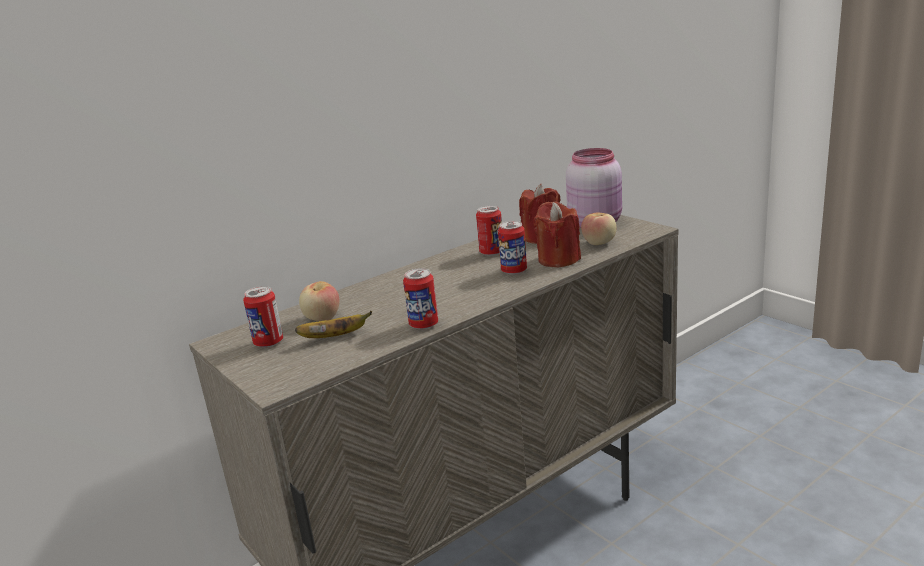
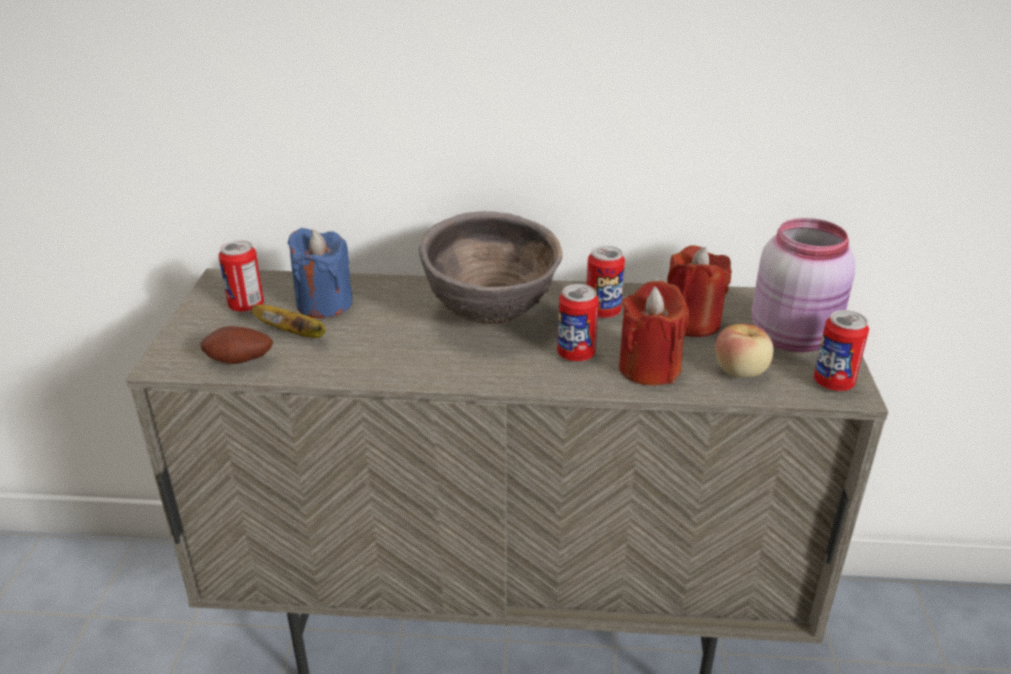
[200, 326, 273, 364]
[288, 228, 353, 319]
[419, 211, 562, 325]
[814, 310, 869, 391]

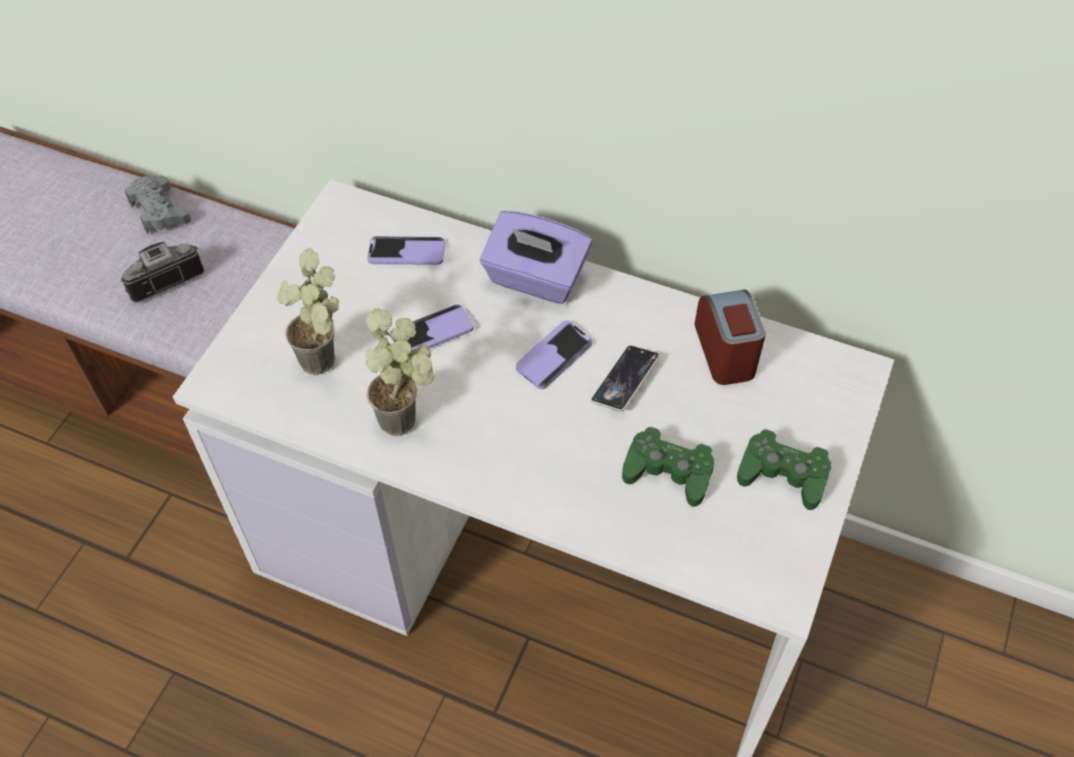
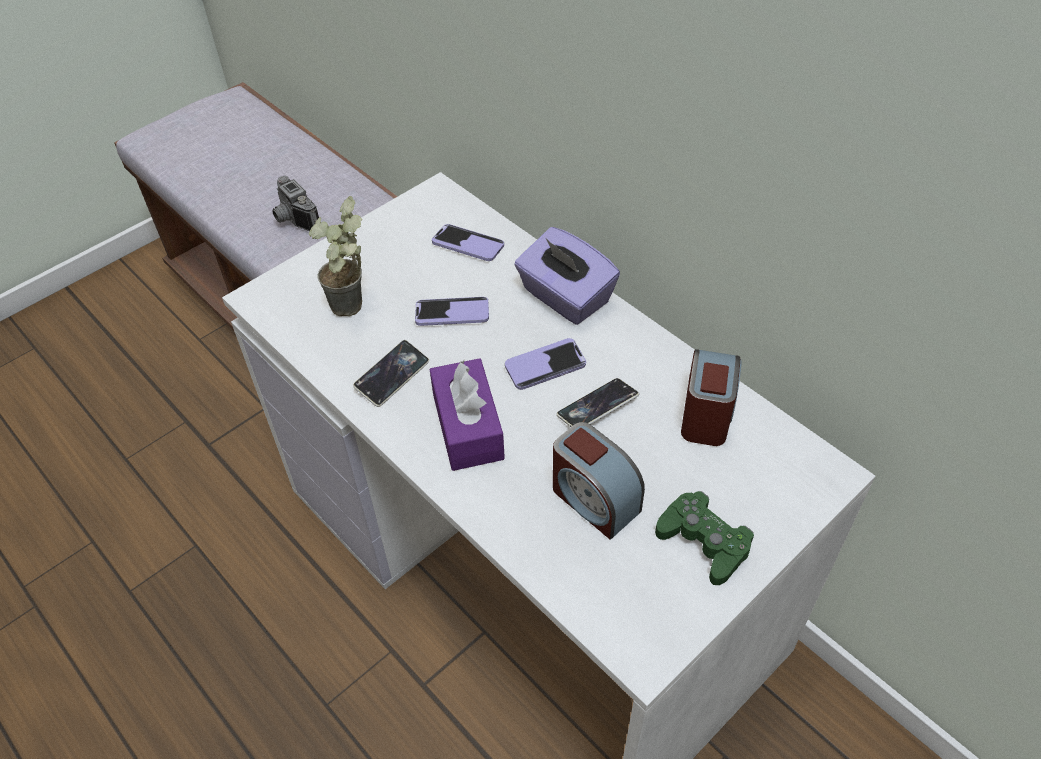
[272, 176, 319, 231]
[353, 340, 429, 407]
[430, 358, 505, 471]
[553, 422, 645, 540]
[125, 176, 191, 234] (first image)

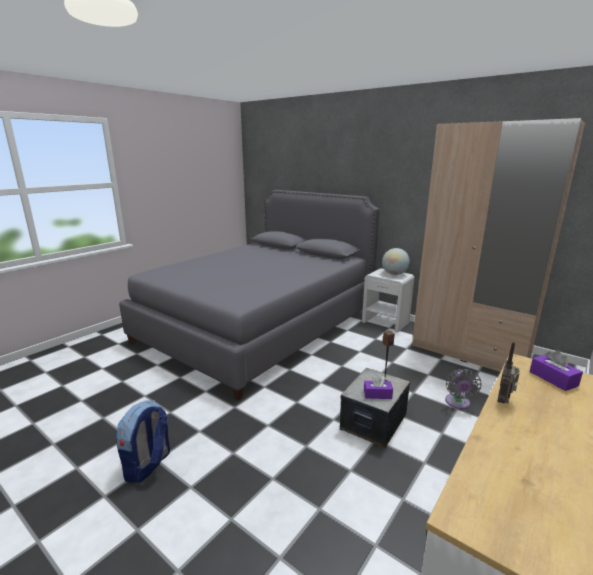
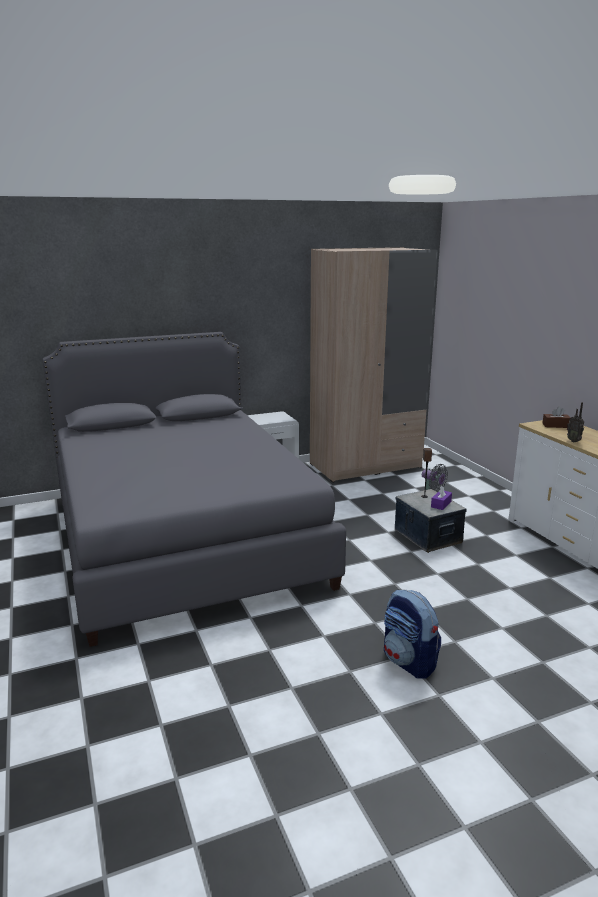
[542, 407, 570, 428]
[382, 248, 410, 275] (first image)

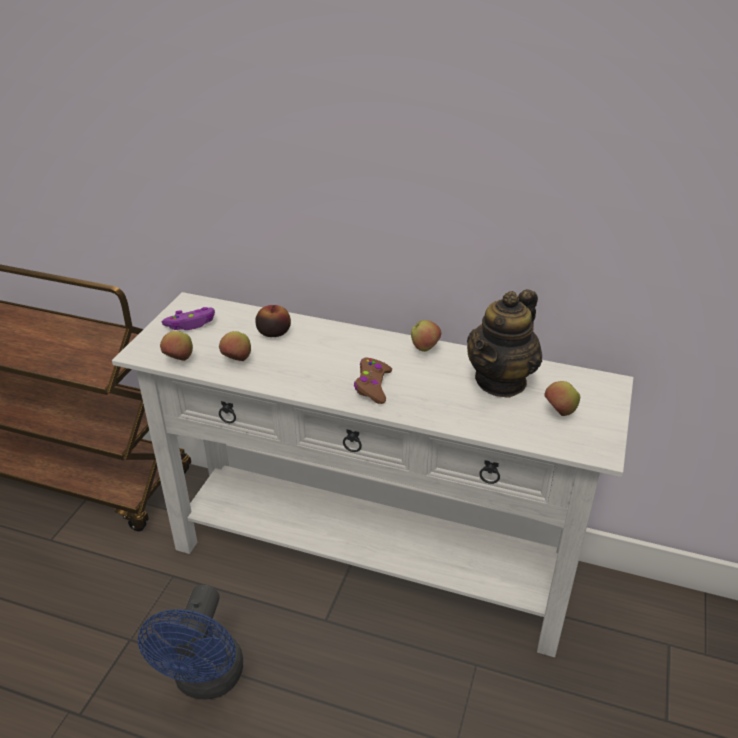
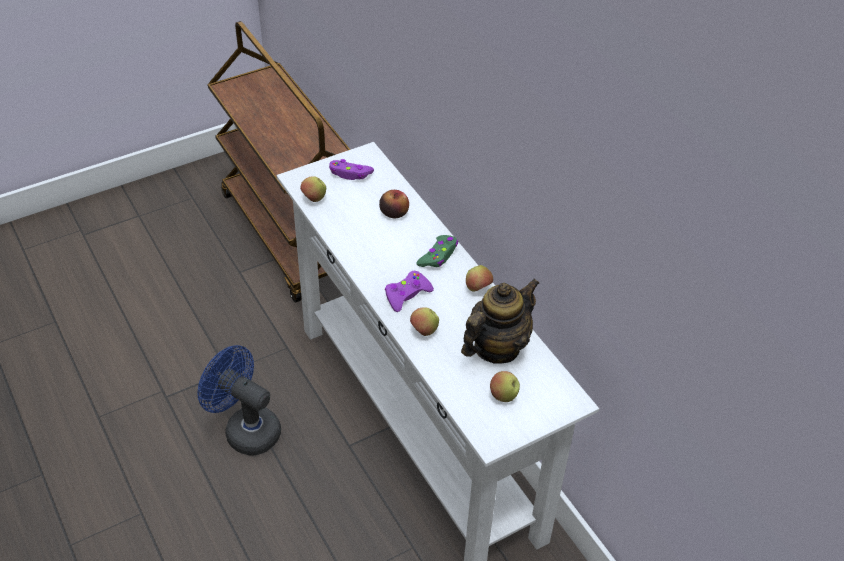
[197, 345, 281, 456]
[385, 271, 434, 312]
[410, 307, 439, 336]
[417, 235, 458, 267]
[461, 279, 539, 364]

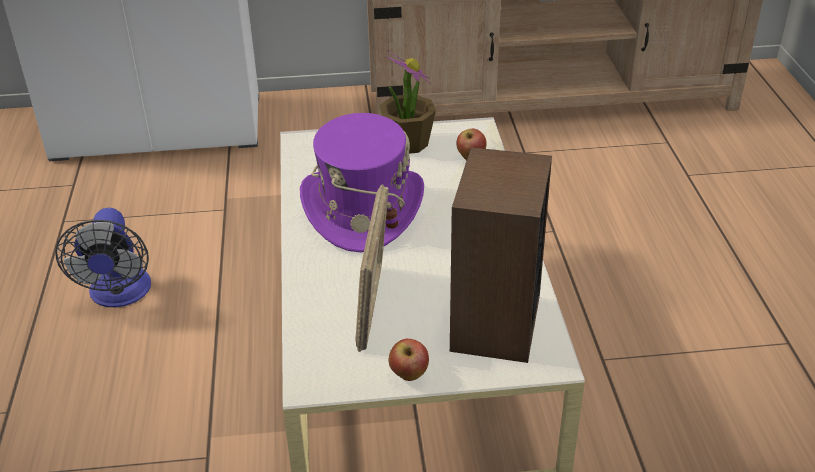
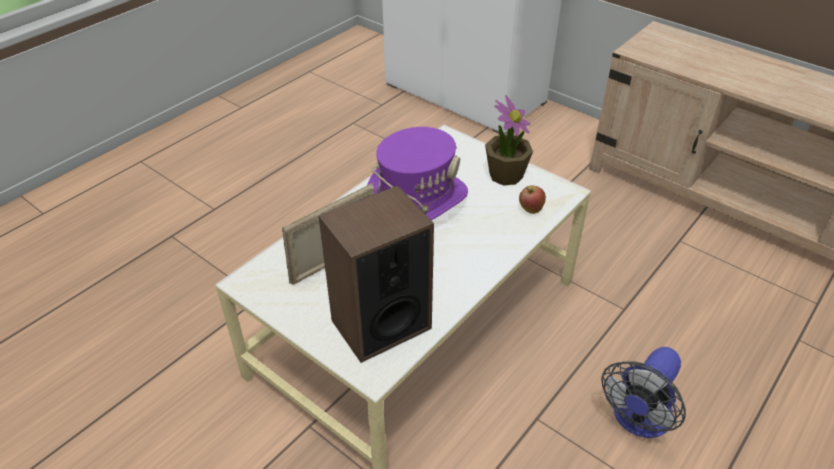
[601, 347, 686, 438]
[388, 339, 429, 381] (first image)

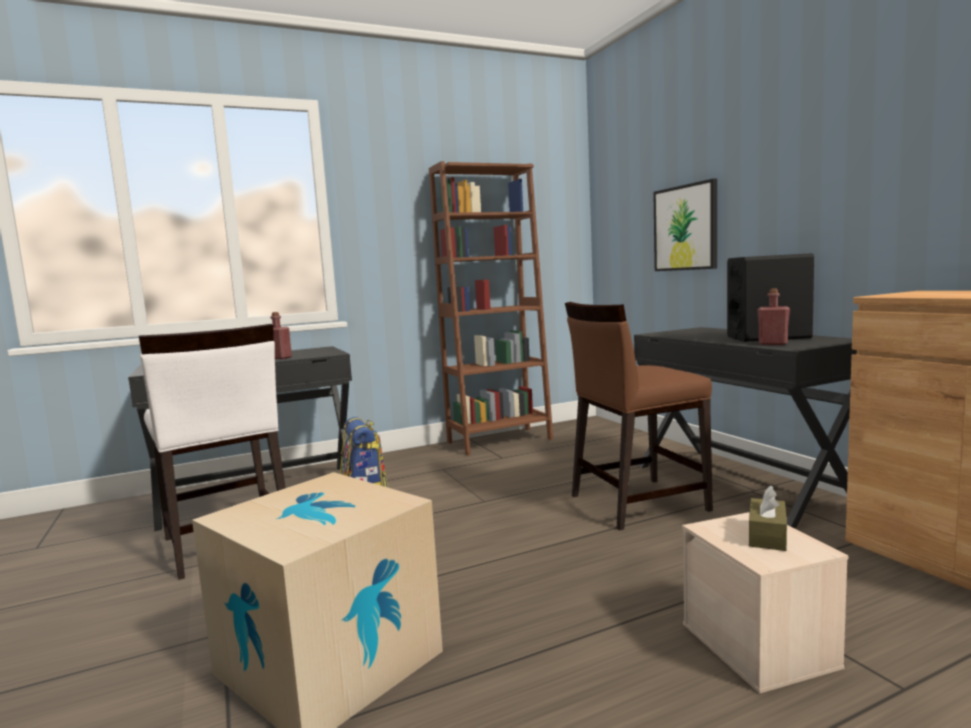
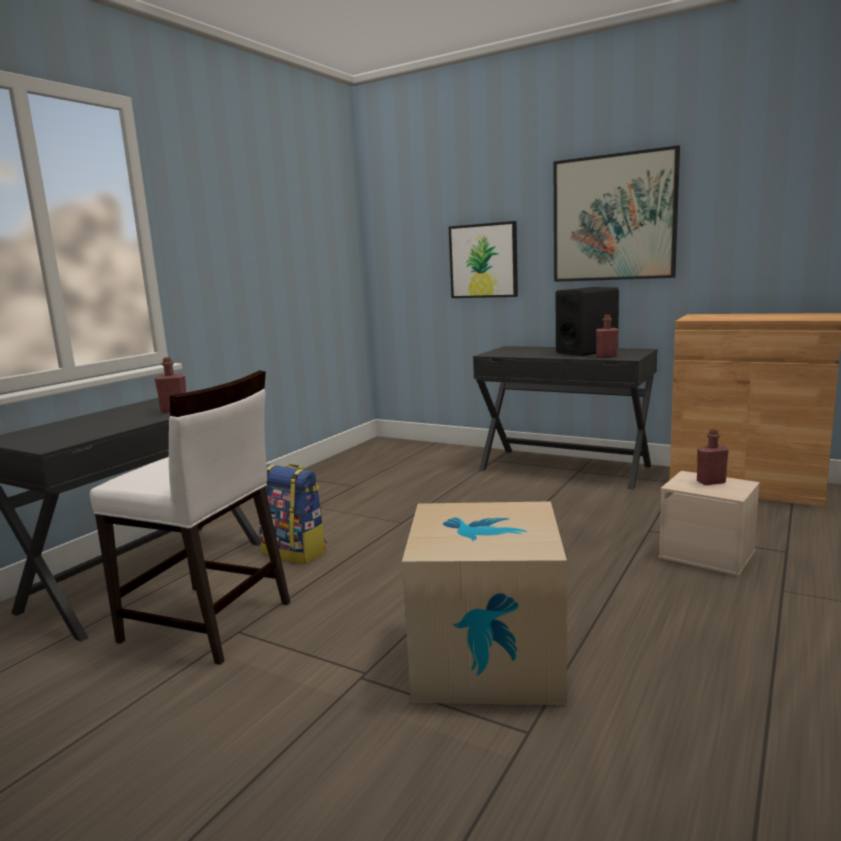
[553, 145, 680, 282]
[697, 429, 729, 485]
[429, 161, 553, 455] (first image)
[565, 302, 713, 530] (first image)

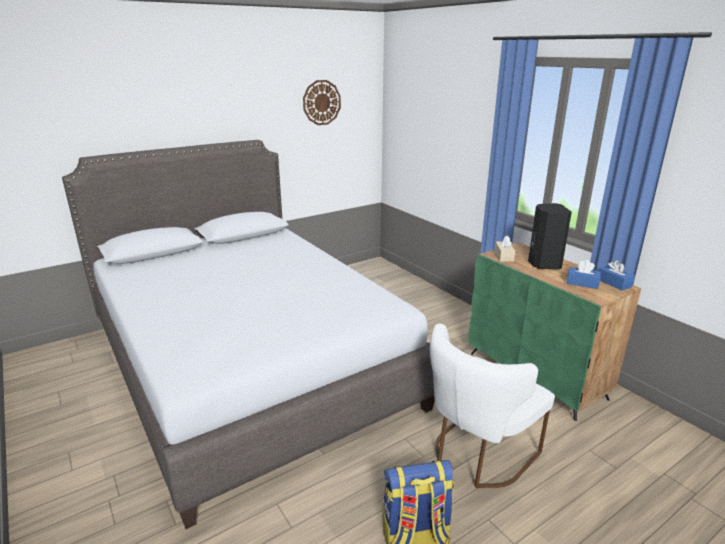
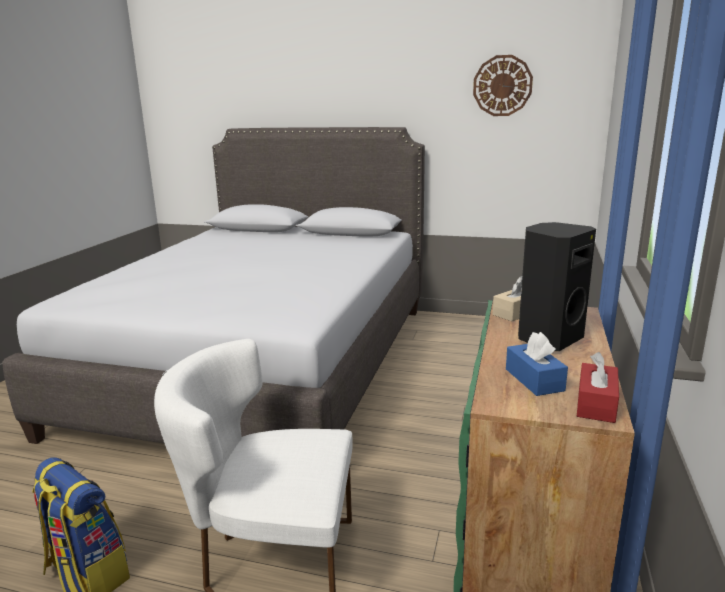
[577, 352, 619, 423]

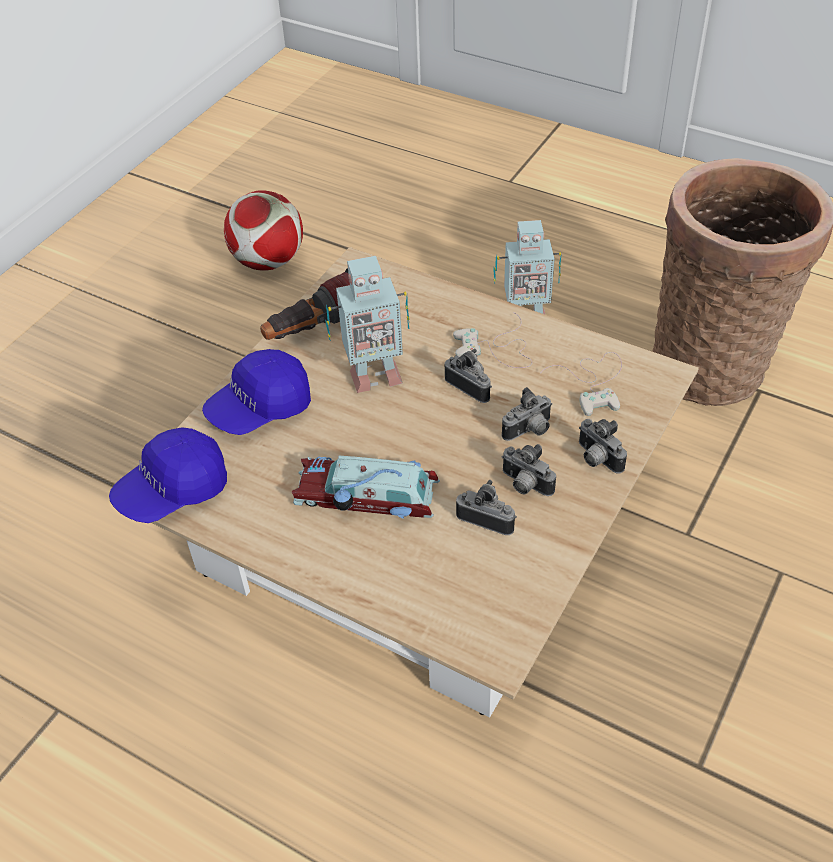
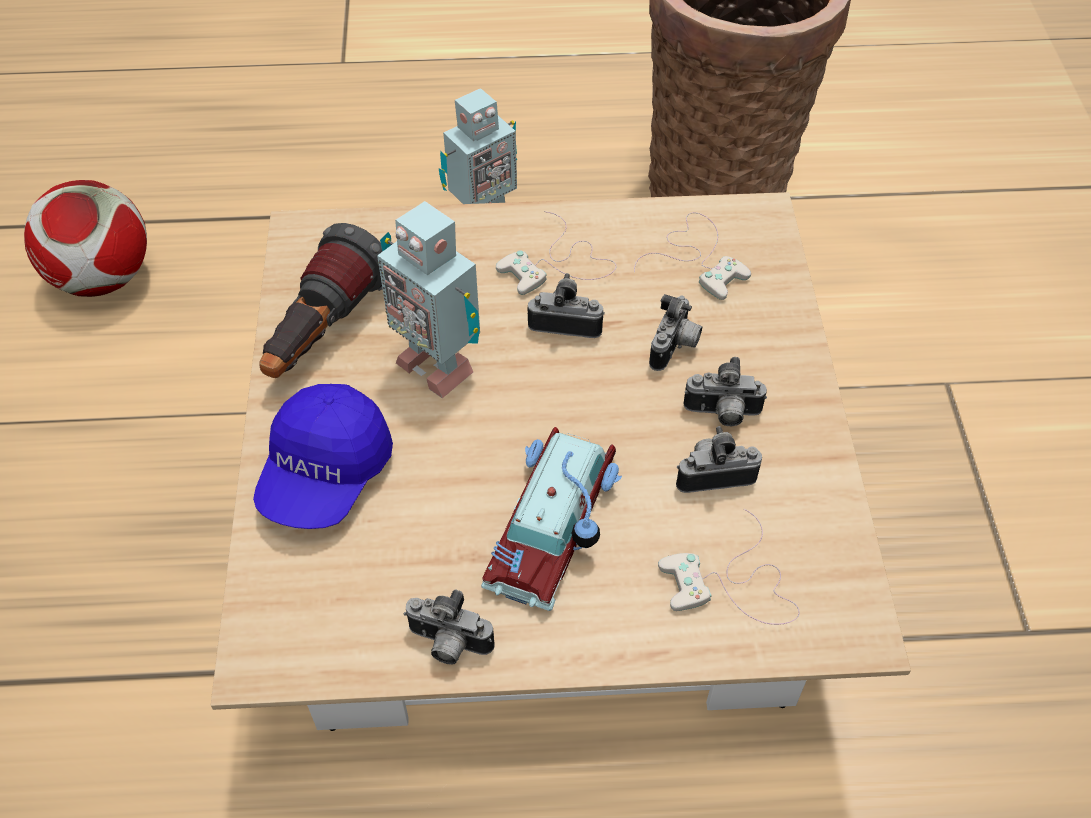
[377, 201, 480, 398]
[404, 590, 495, 665]
[481, 427, 622, 611]
[658, 509, 800, 625]
[109, 427, 227, 523] (first image)

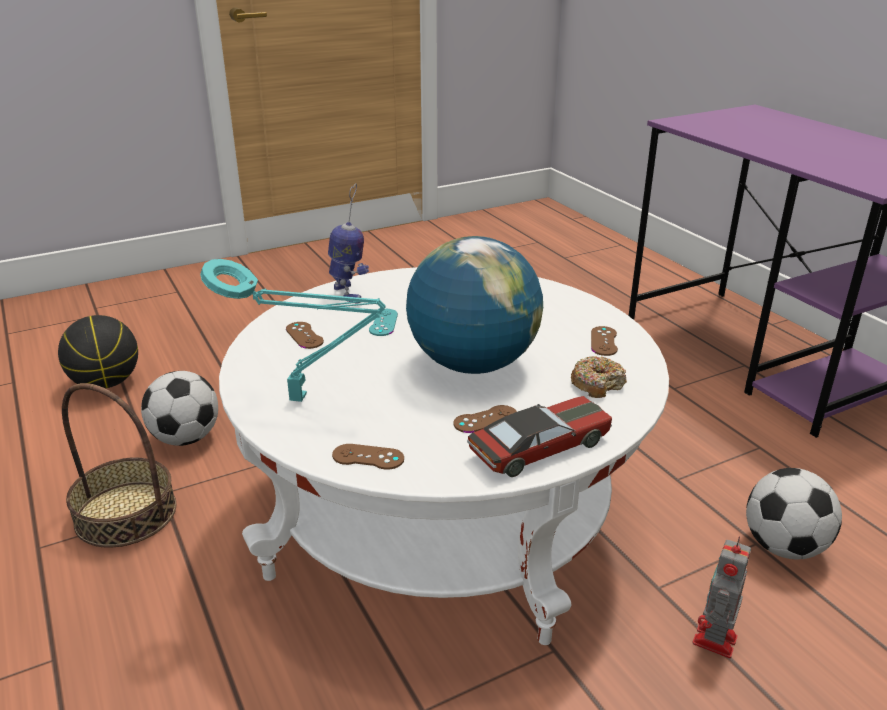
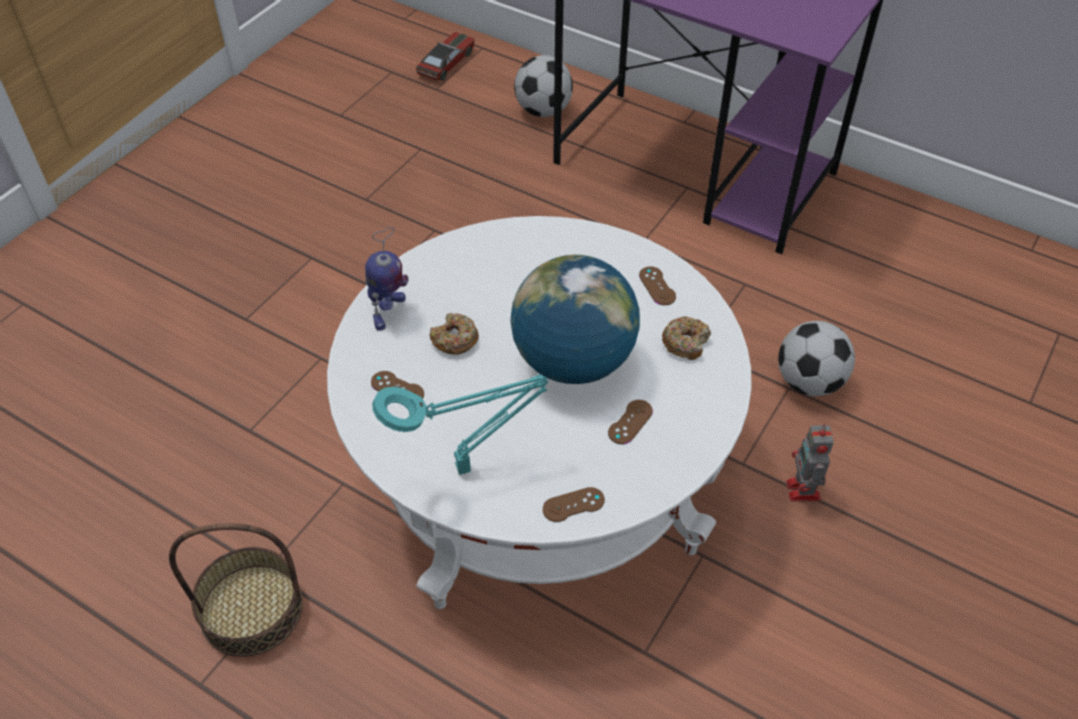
[365, 227, 409, 331]
[416, 32, 475, 81]
[429, 313, 479, 355]
[514, 55, 573, 117]
[58, 315, 138, 388] (first image)

